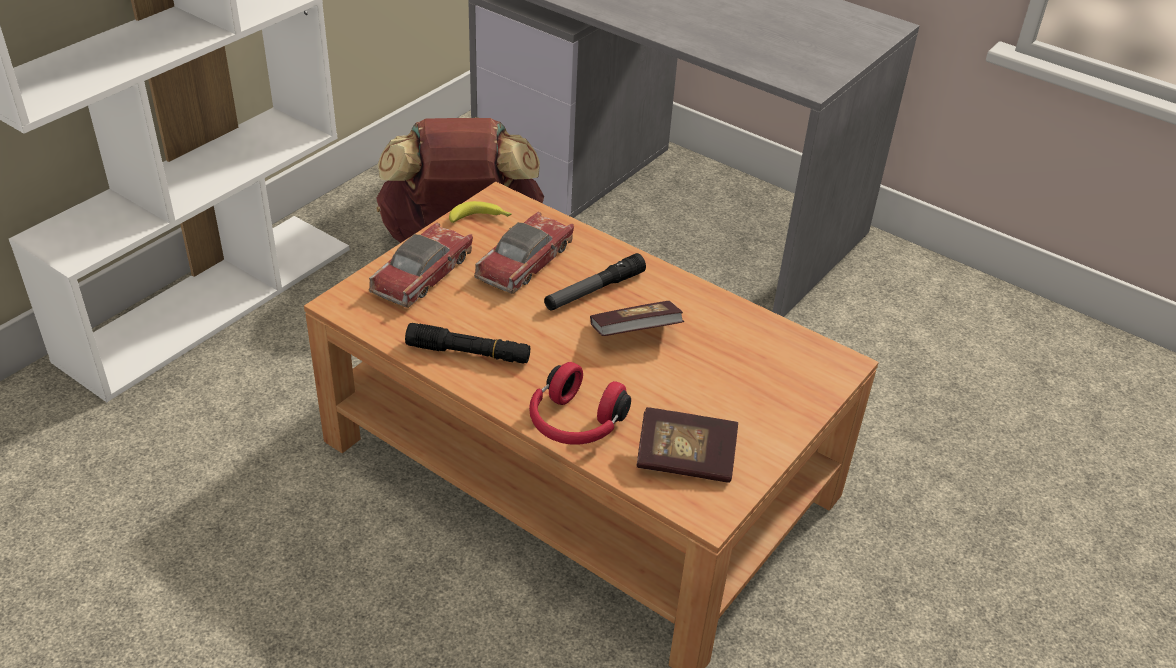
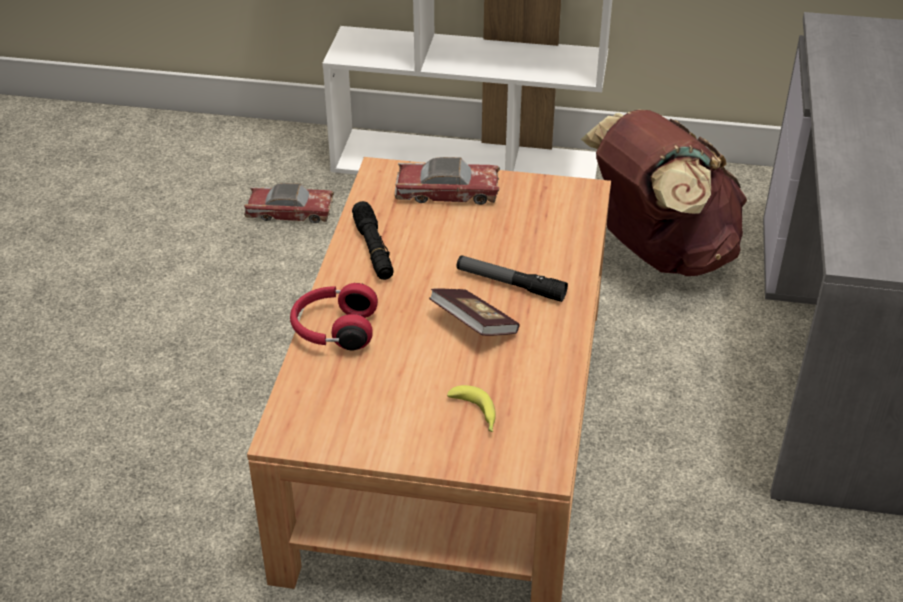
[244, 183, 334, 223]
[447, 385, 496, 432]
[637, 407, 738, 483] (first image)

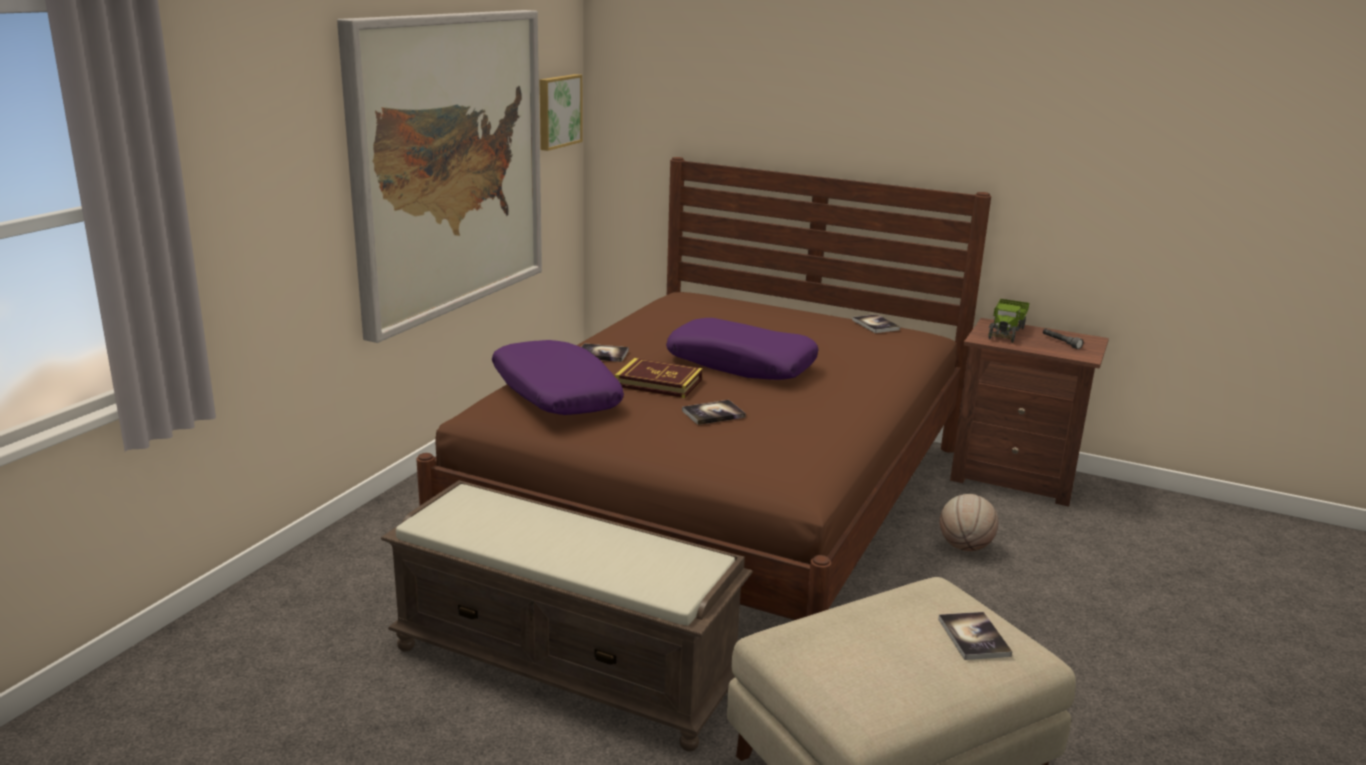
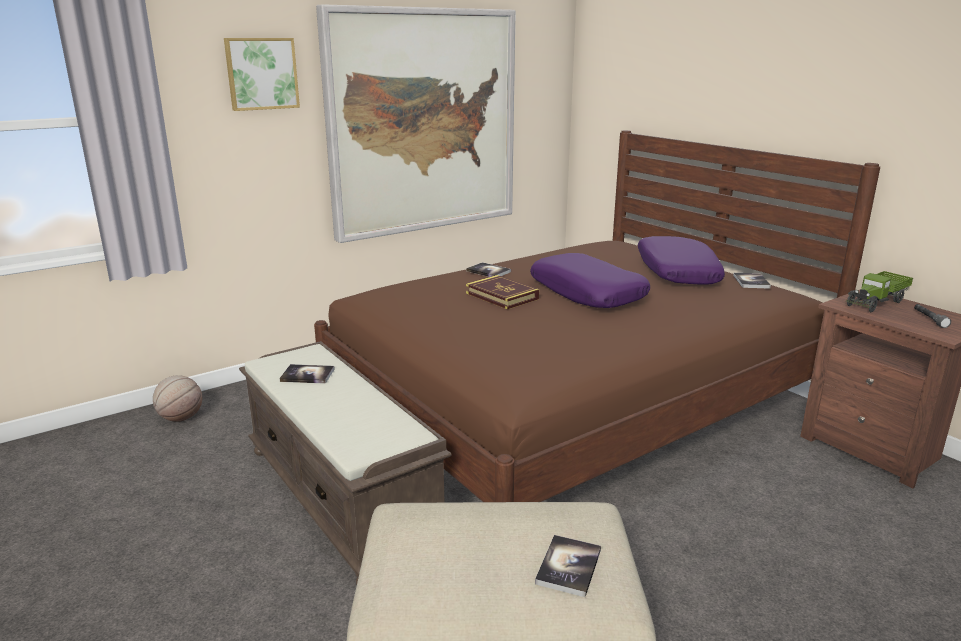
[153, 375, 202, 422]
[224, 38, 300, 111]
[280, 364, 335, 384]
[638, 236, 725, 284]

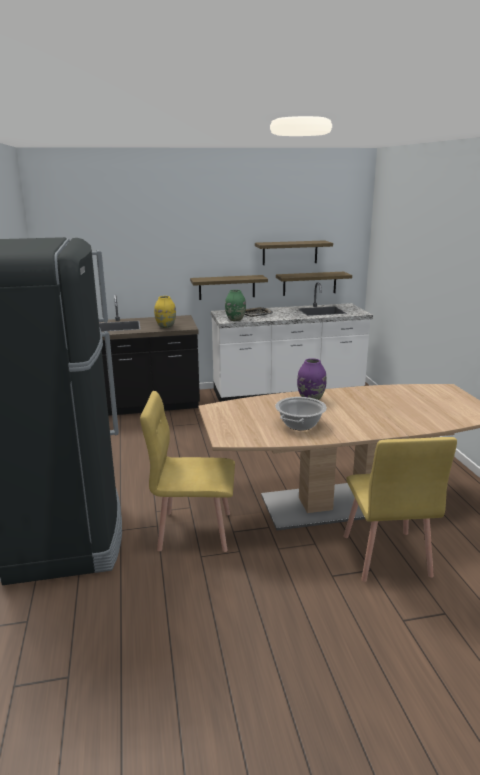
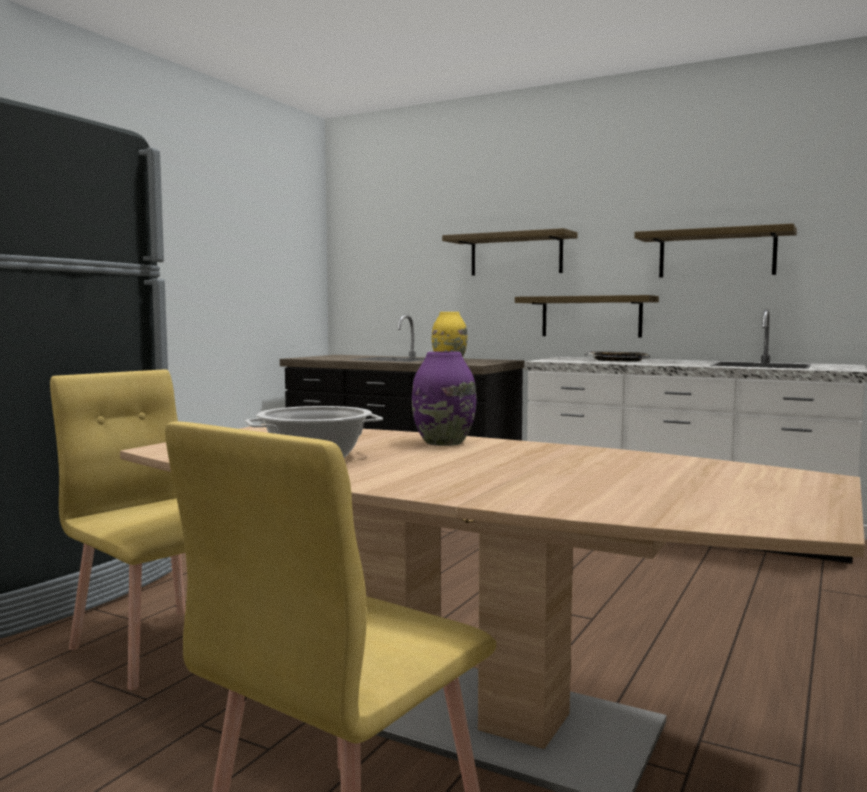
[442, 228, 578, 276]
[225, 290, 246, 321] (first image)

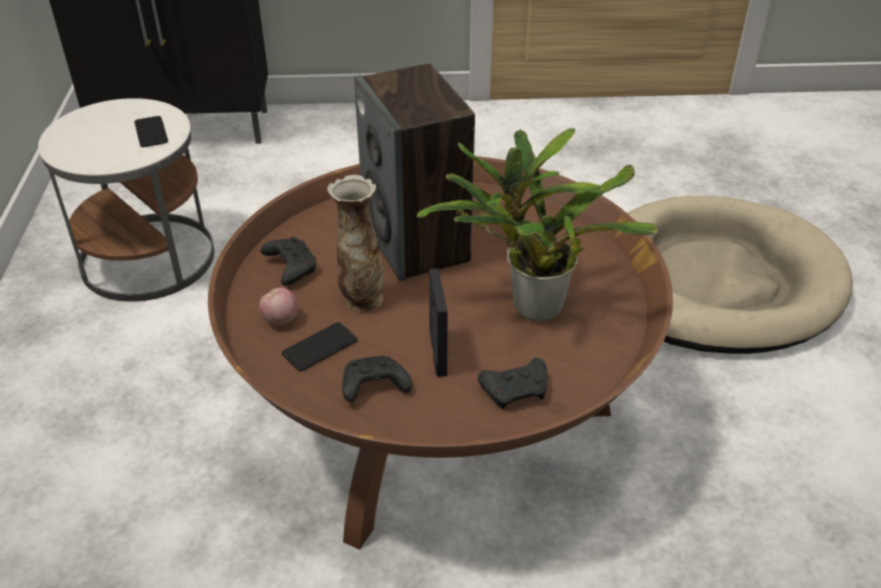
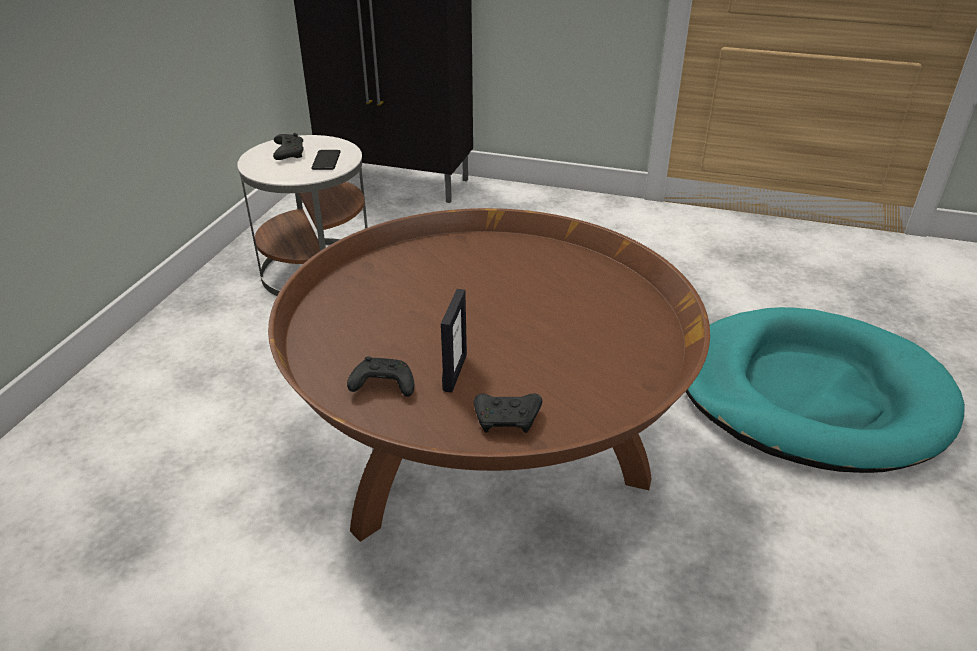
[273, 133, 304, 160]
[686, 307, 965, 473]
[259, 288, 298, 325] (first image)
[282, 322, 357, 371] (first image)
[327, 175, 384, 313] (first image)
[354, 64, 475, 281] (first image)
[416, 128, 658, 321] (first image)

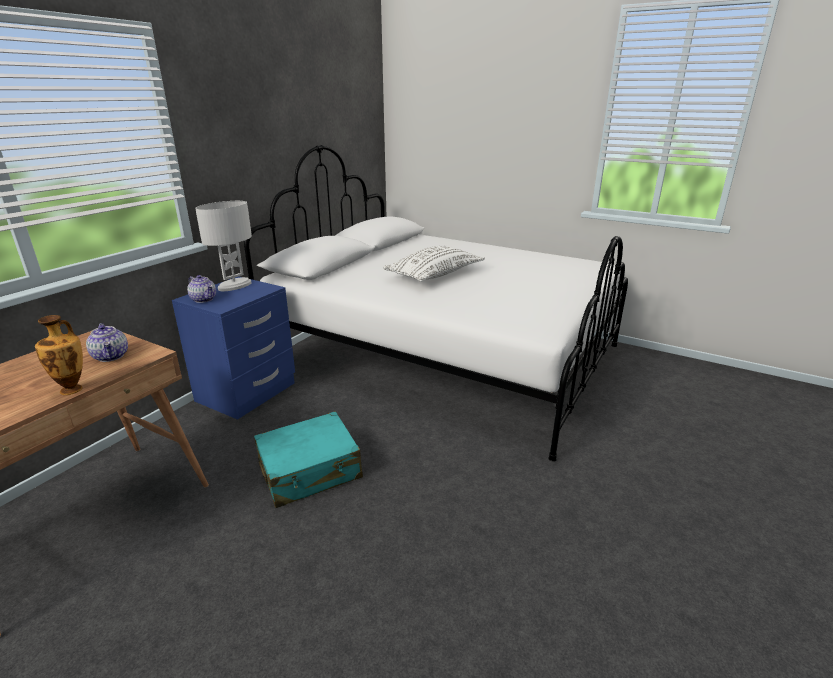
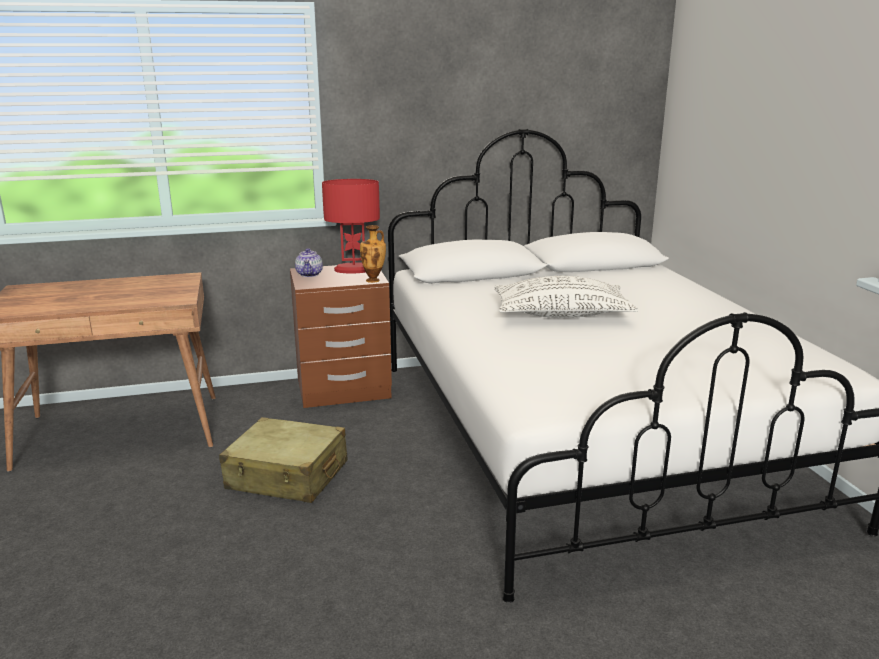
[219, 417, 348, 503]
[290, 265, 392, 408]
[322, 179, 380, 273]
[360, 225, 386, 283]
[86, 323, 128, 362] (first image)

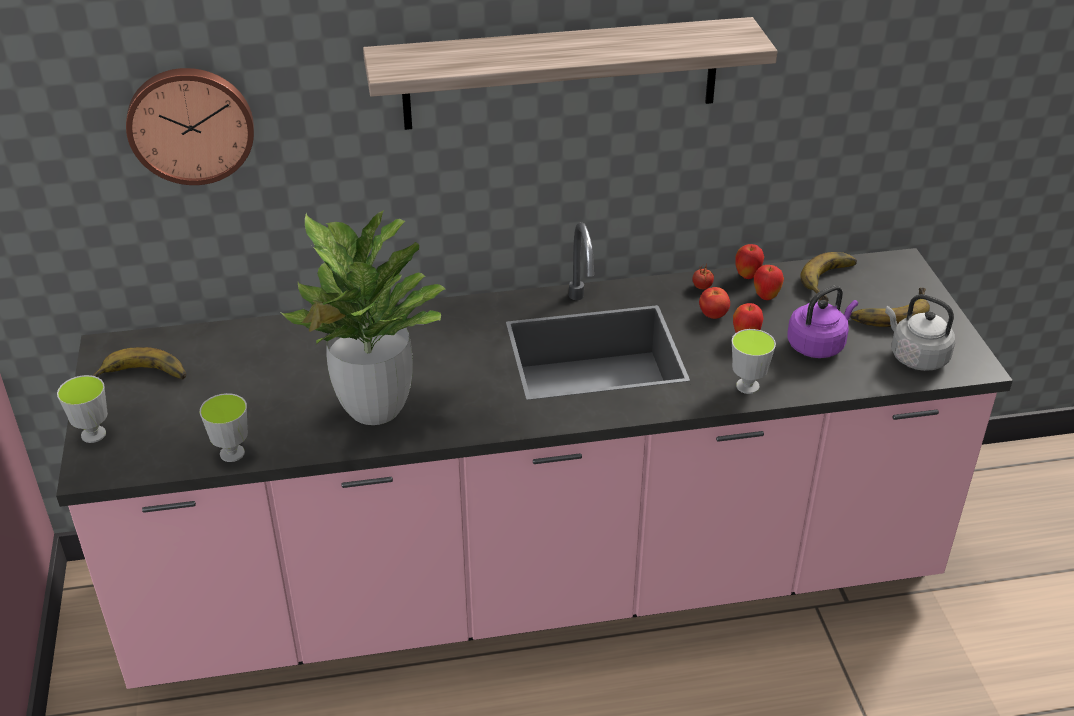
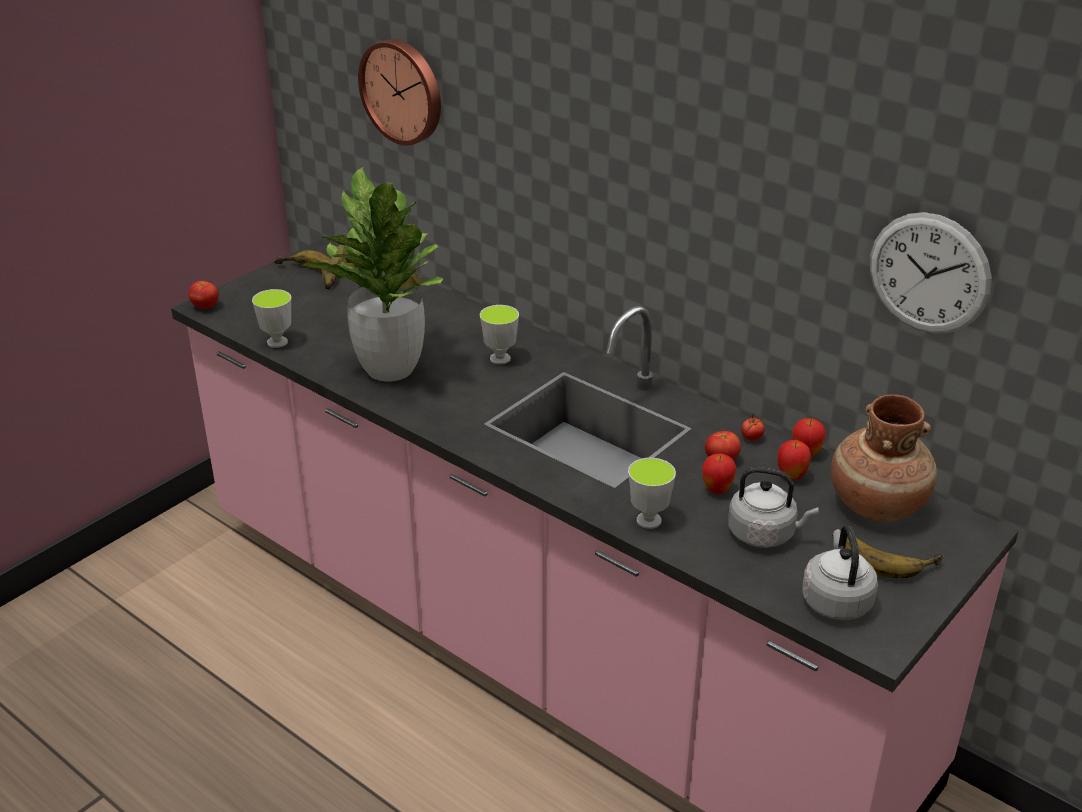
[188, 281, 219, 309]
[480, 305, 519, 365]
[728, 467, 819, 548]
[831, 394, 937, 521]
[870, 212, 992, 333]
[363, 17, 777, 130] (first image)

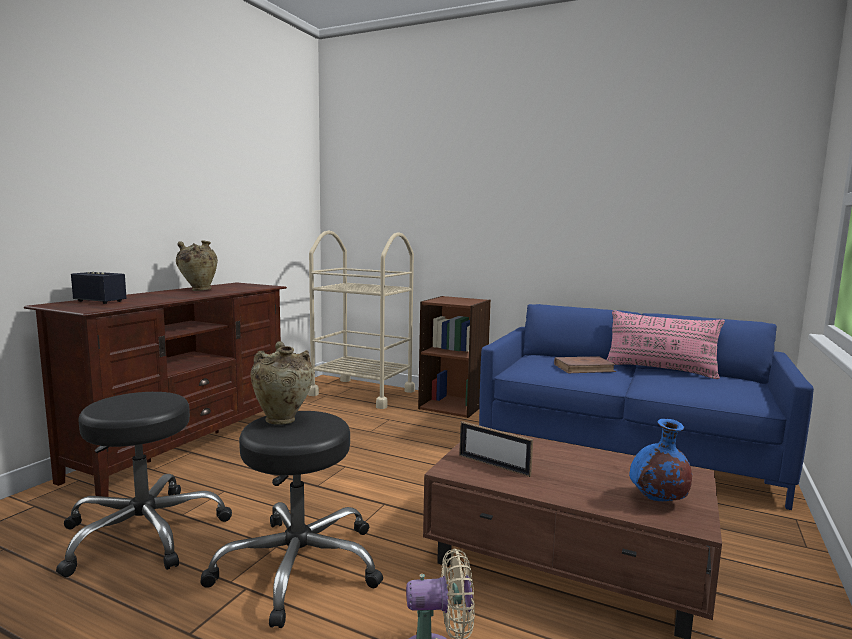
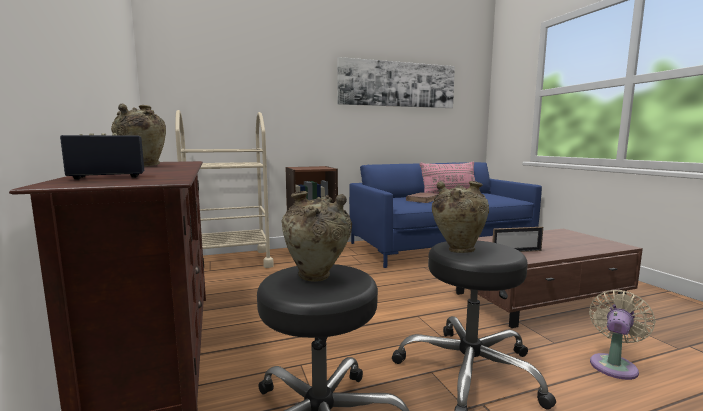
[282, 191, 352, 282]
[337, 57, 455, 108]
[629, 419, 692, 501] (first image)

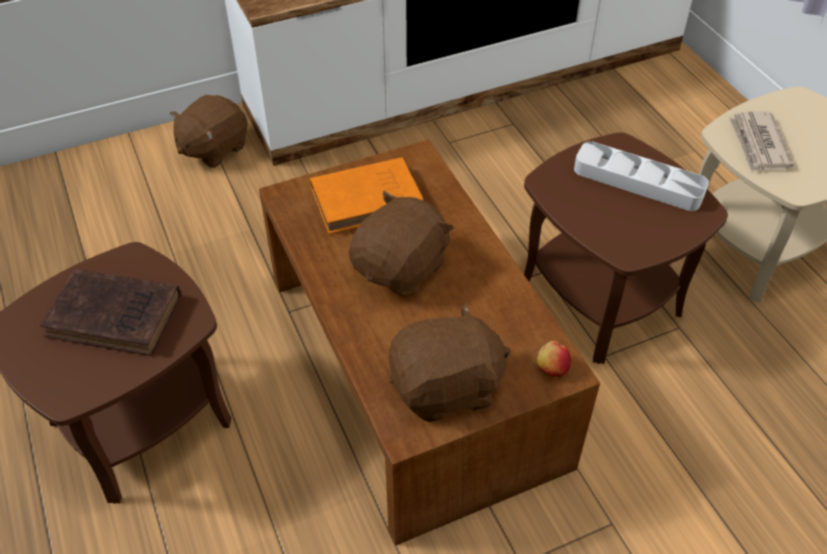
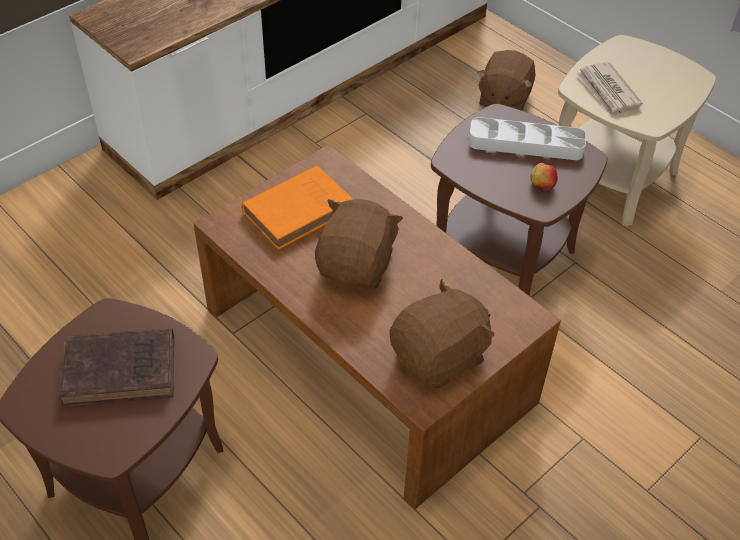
[477, 50, 536, 111]
[530, 163, 557, 190]

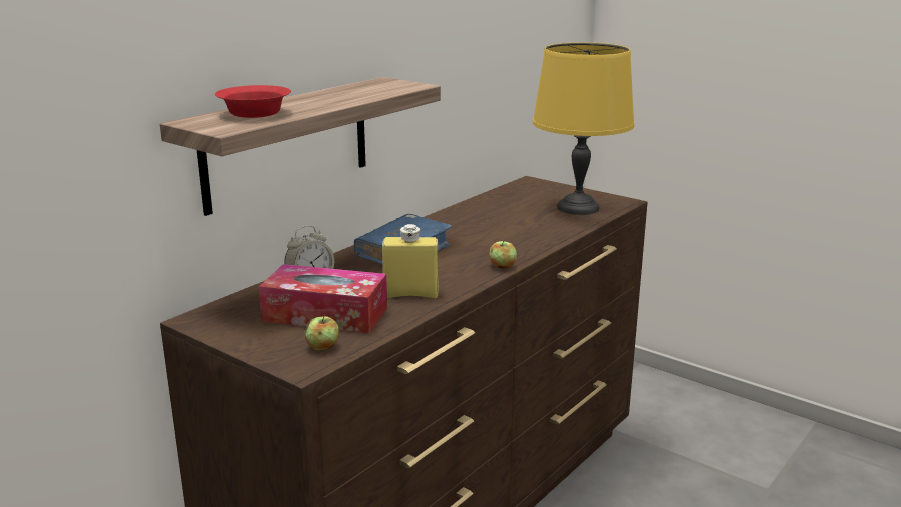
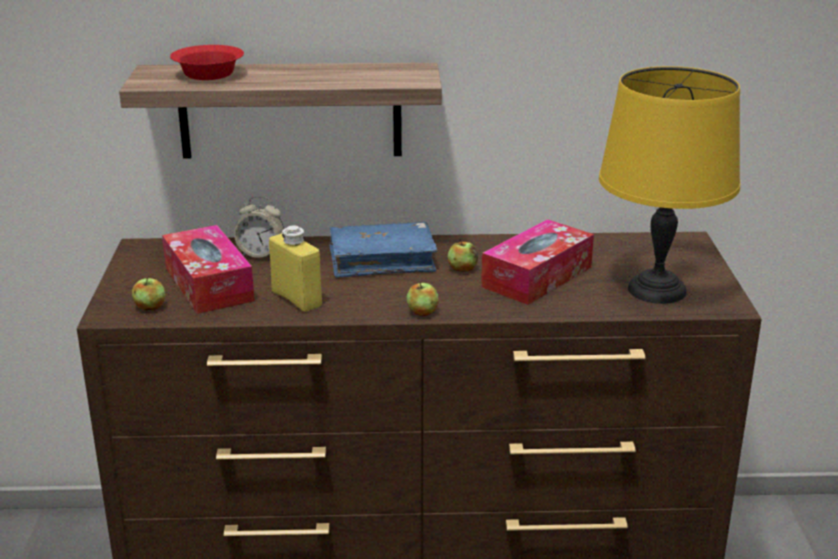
[448, 239, 478, 272]
[481, 219, 594, 305]

